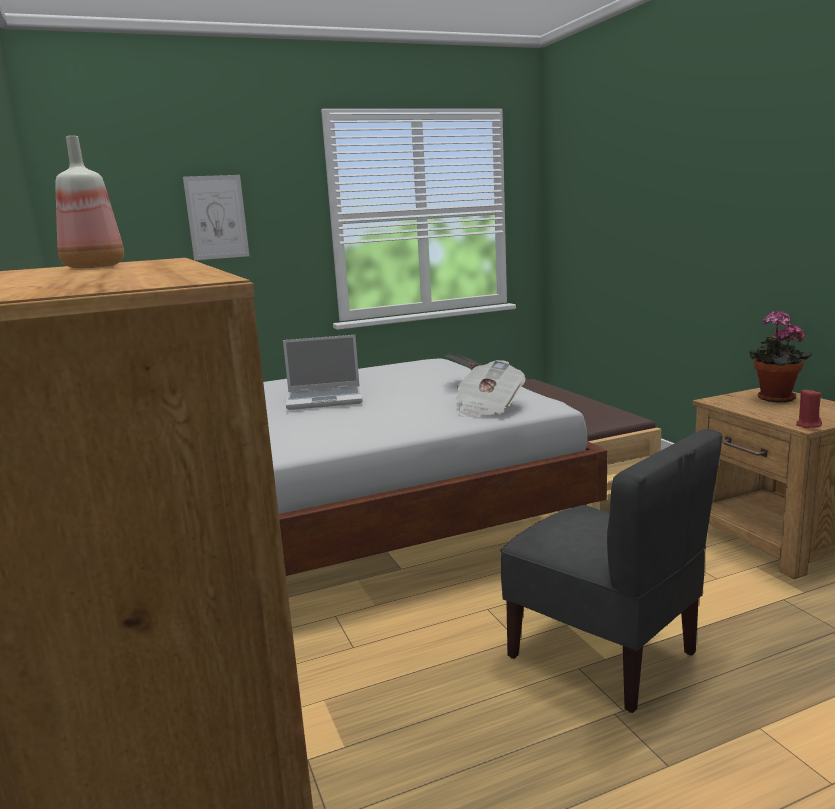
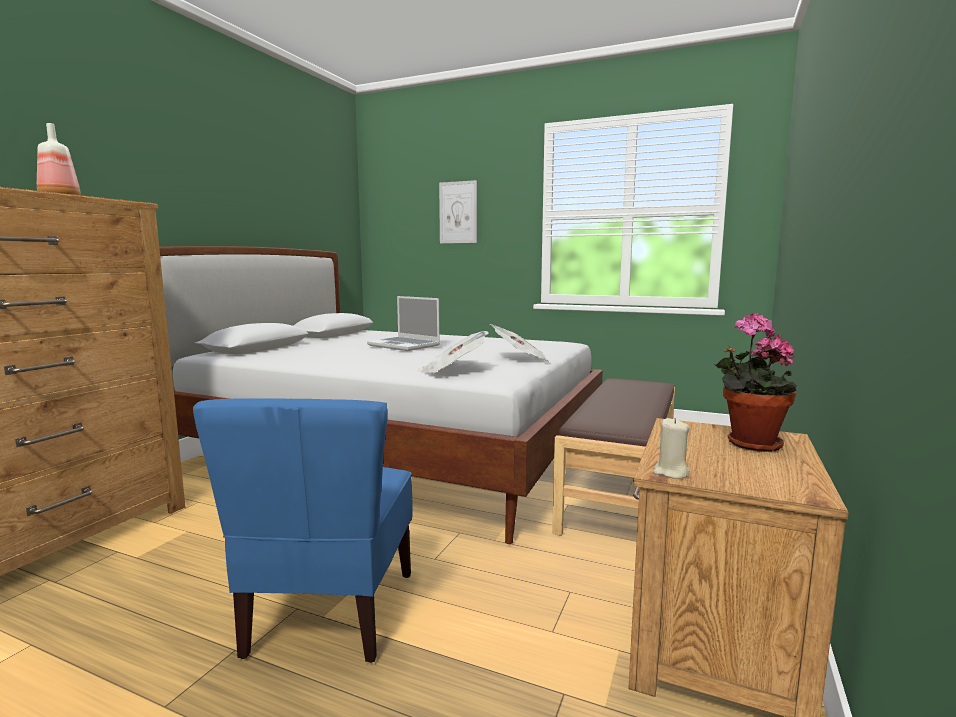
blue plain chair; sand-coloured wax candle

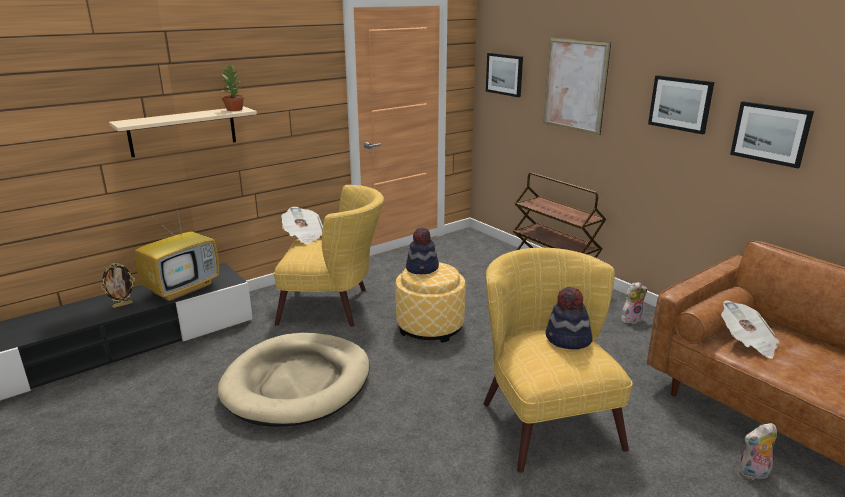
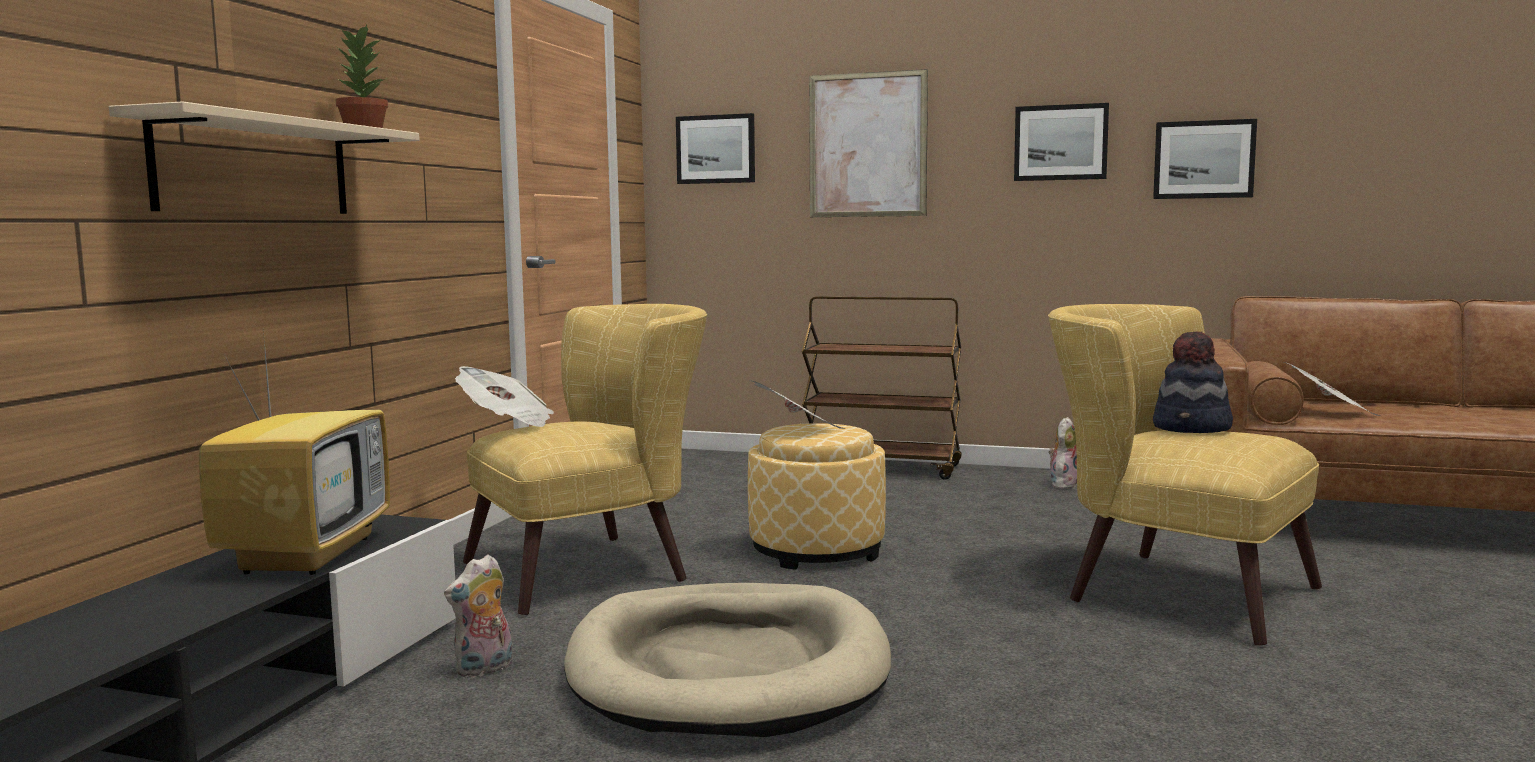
standing frame; cuddly toy (no. 1 from left); daily paper (no. 2 from left)

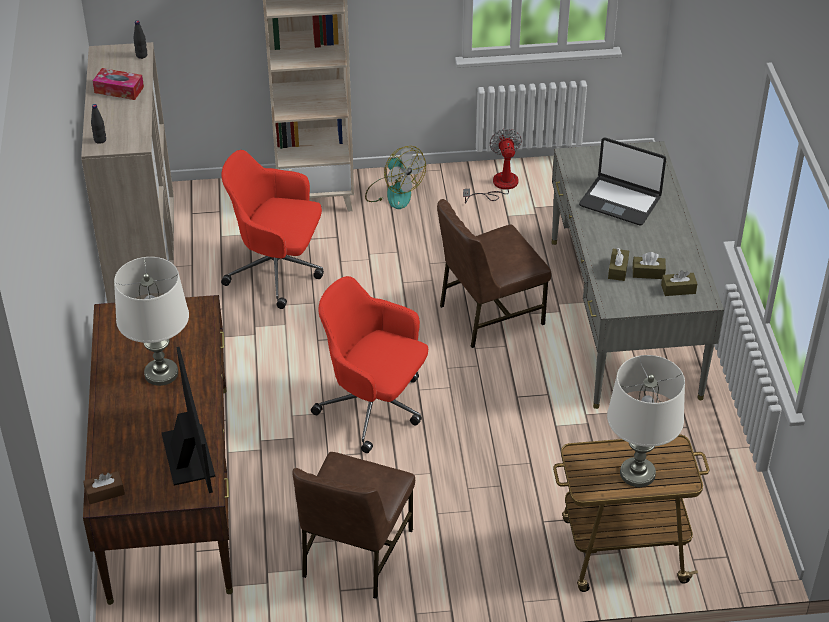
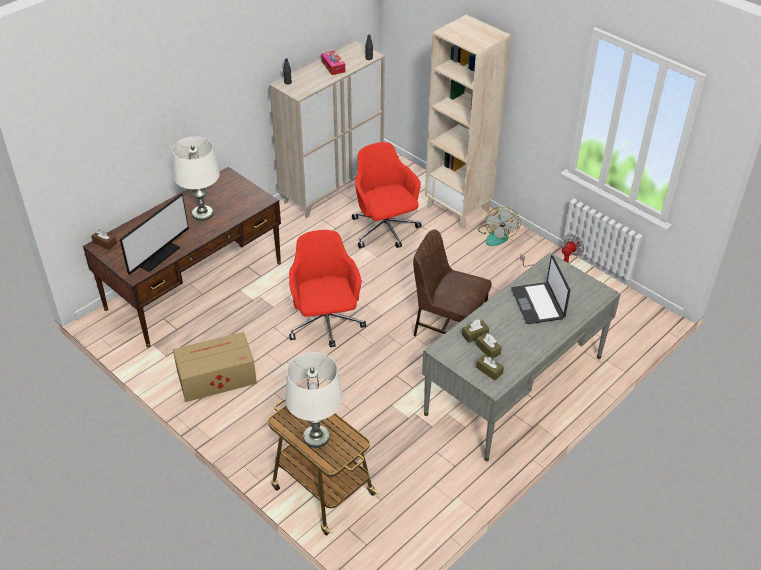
cardboard box

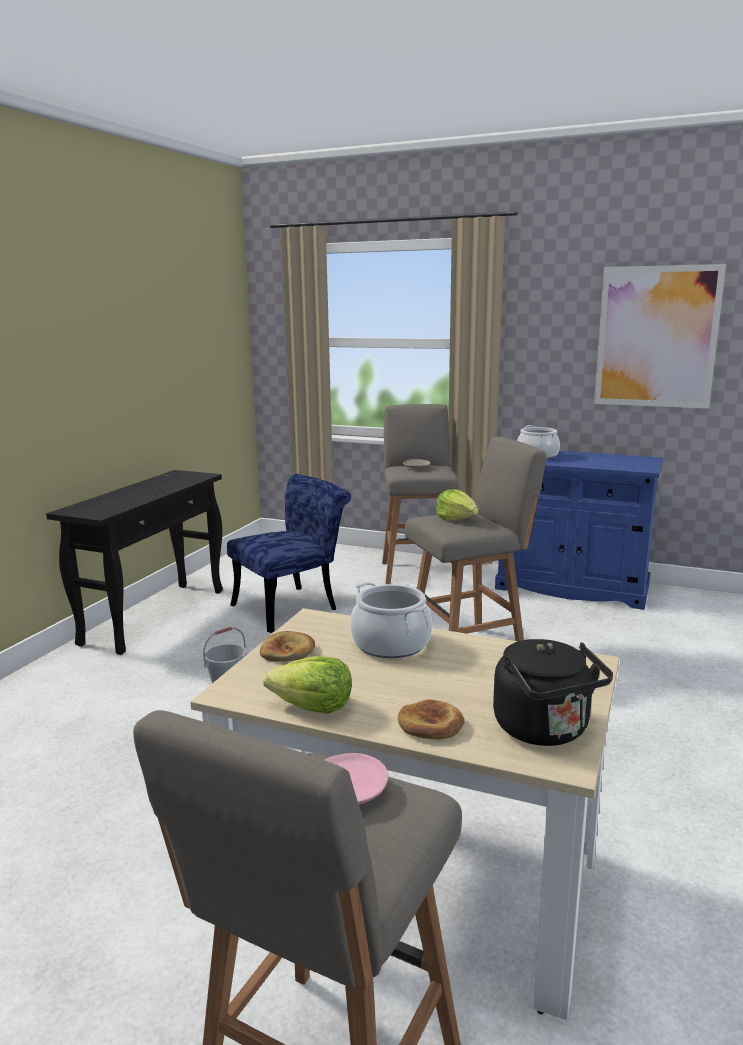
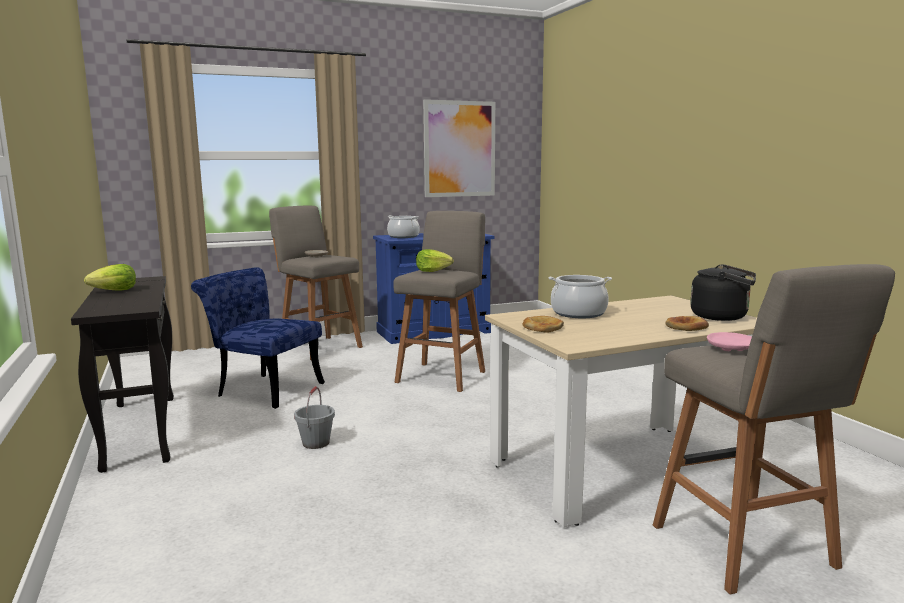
lettuce head (no. 1 from left); blue plain chair

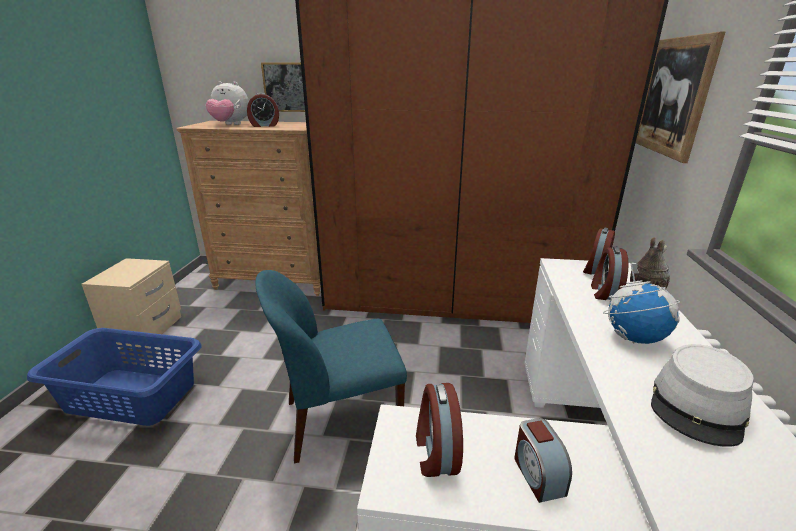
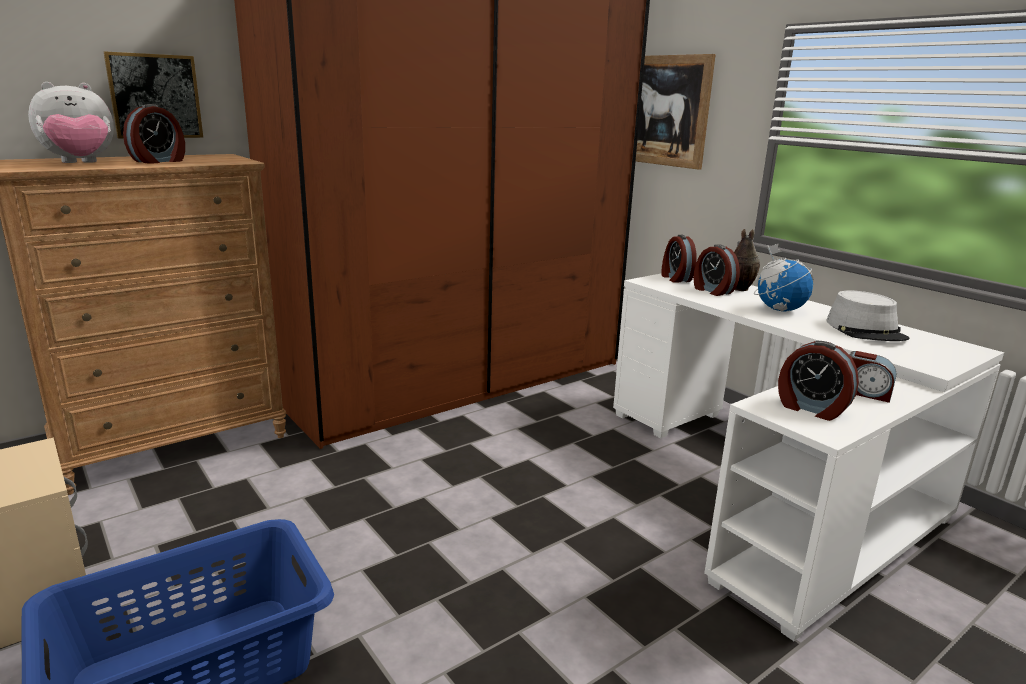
blue plain chair

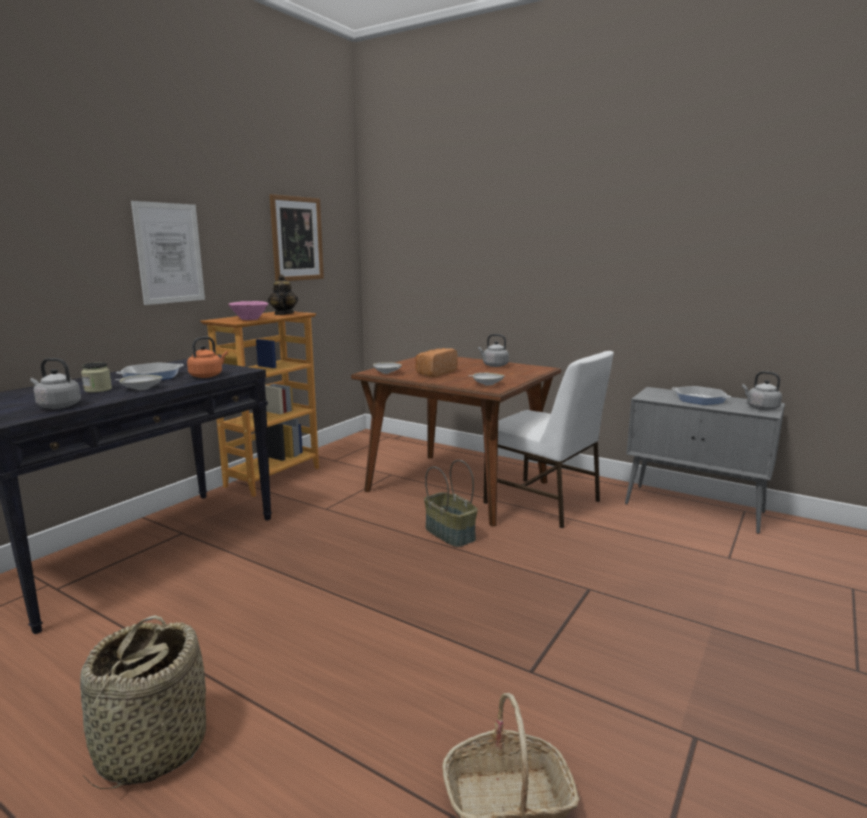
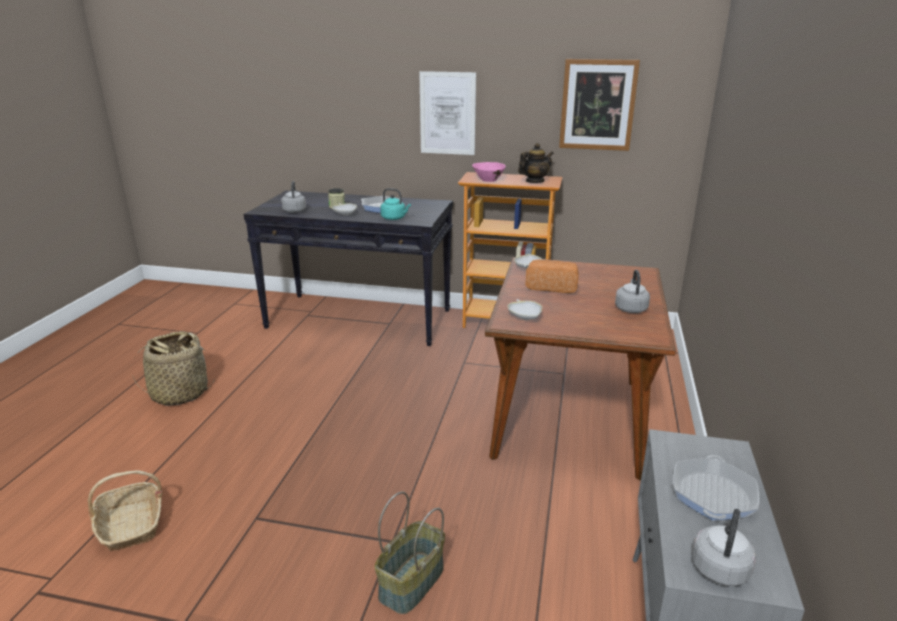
white plain chair; household basket (no. 3 from left); blue-green tea kettle

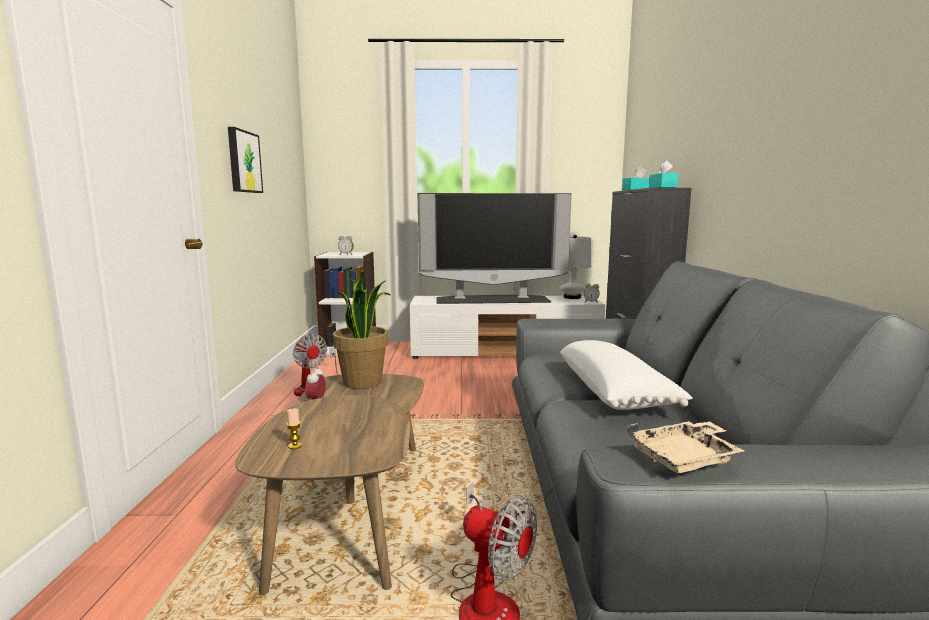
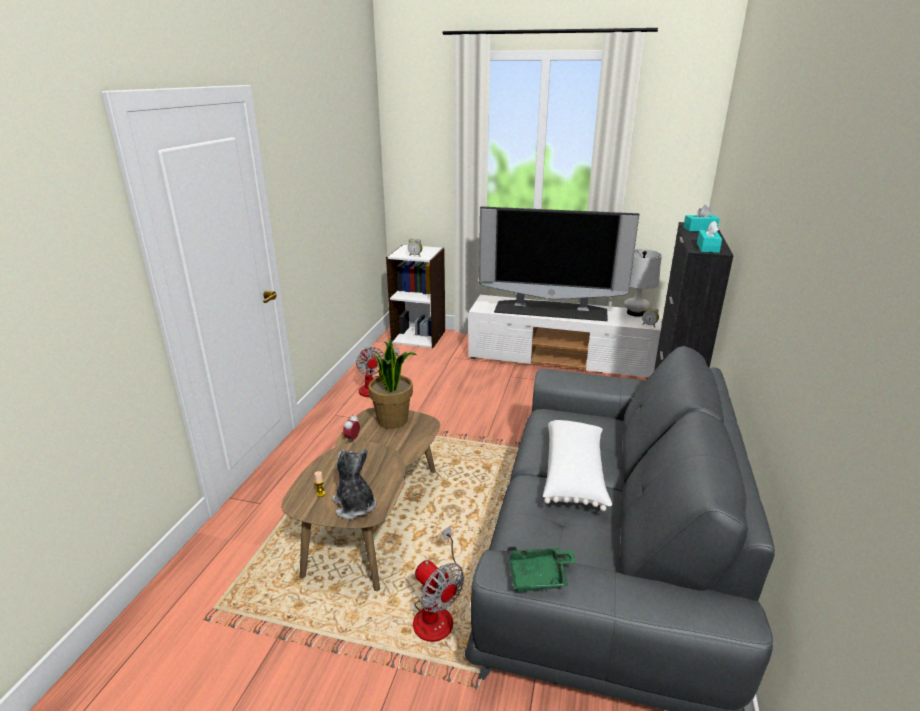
wall art; cuddly toy; green serving tray

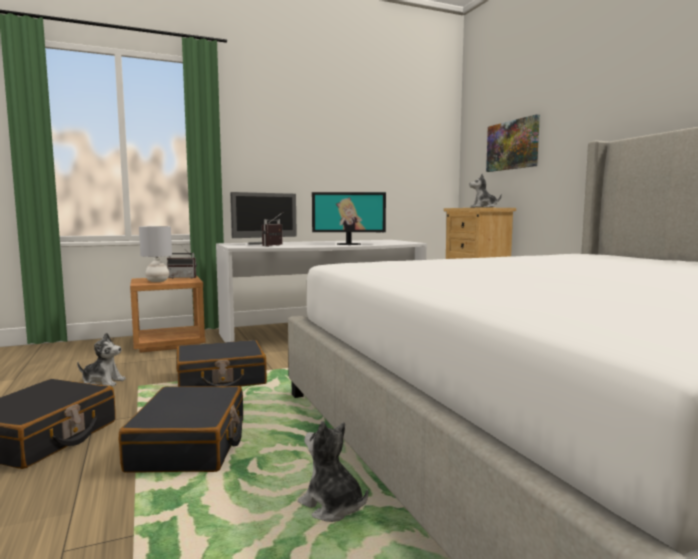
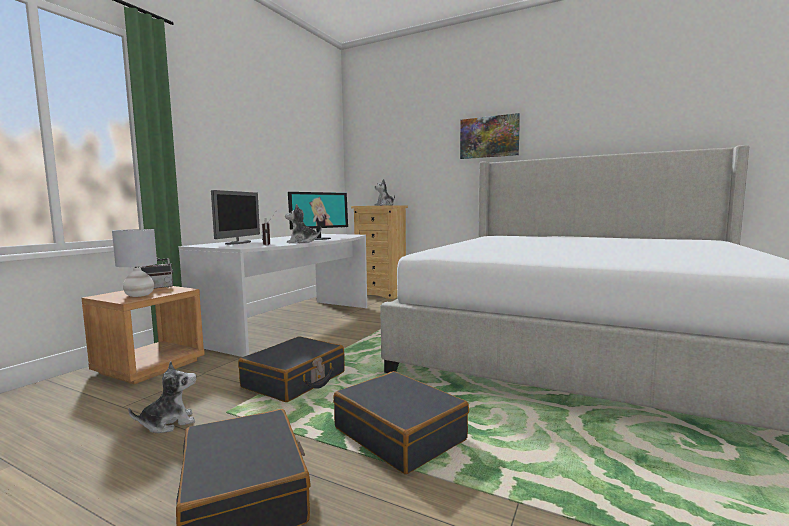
cuddly toy (no. 2 from left); wall art

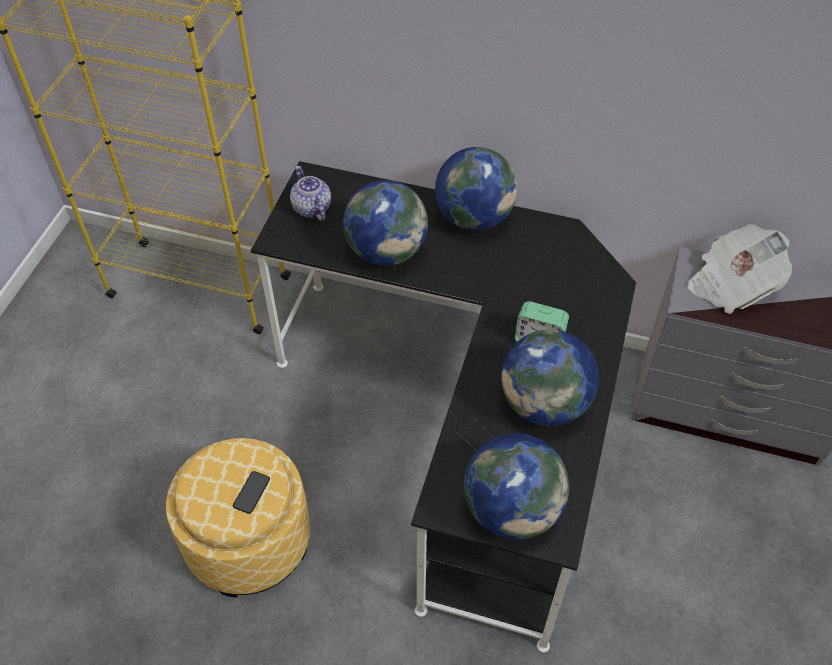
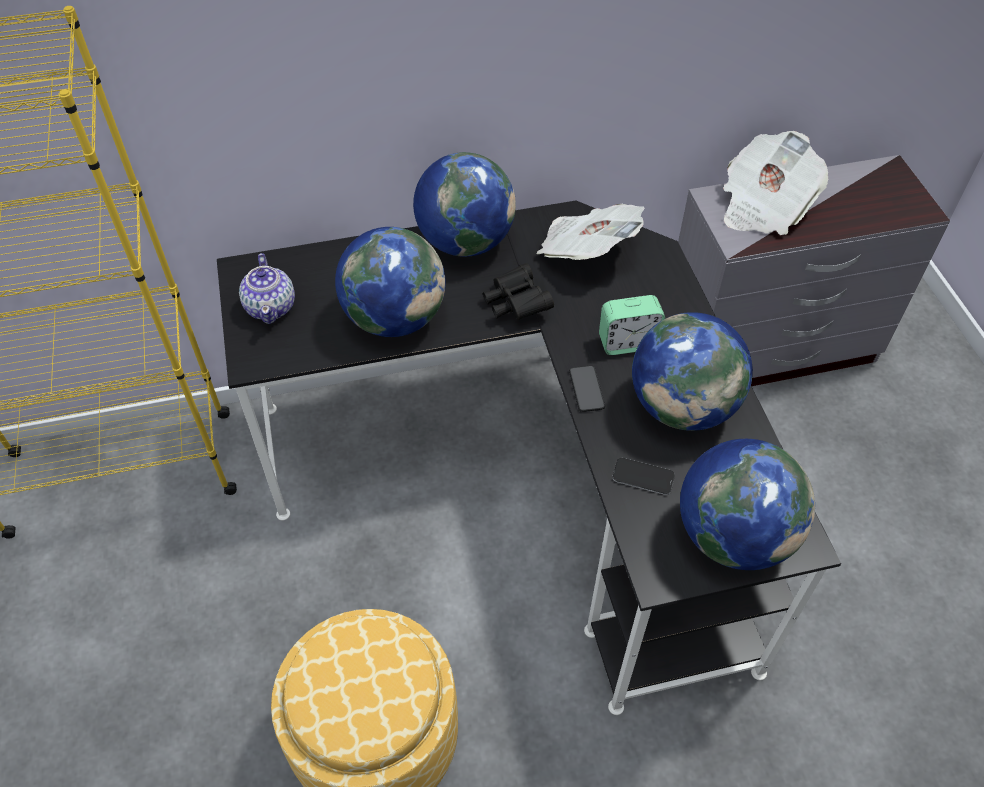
black-coloured pair of binoculars; daily paper (no. 1 from left); handset (no. 1 from left); tea pot

